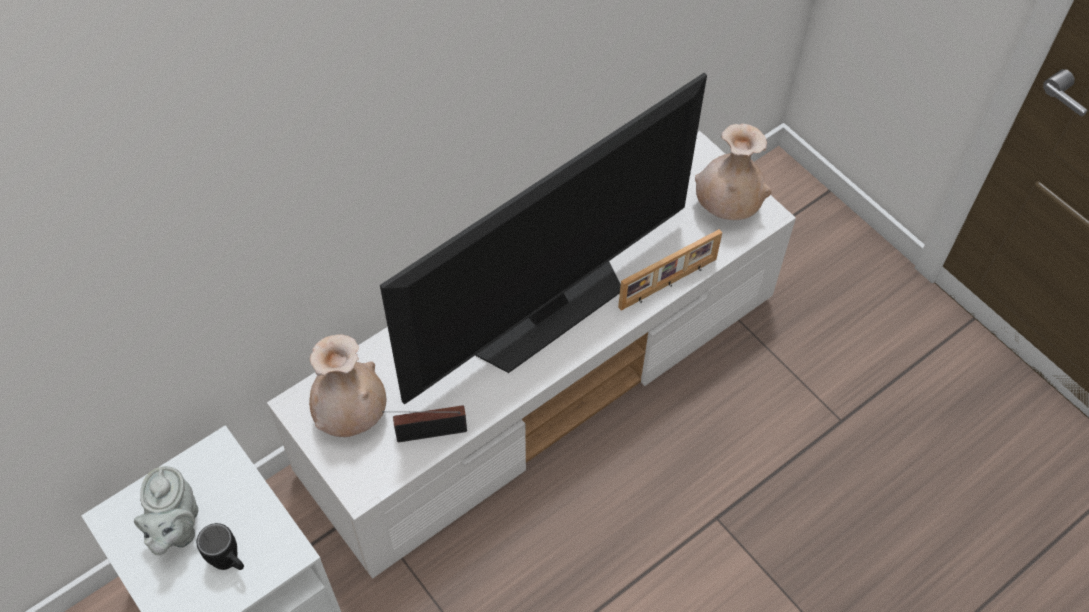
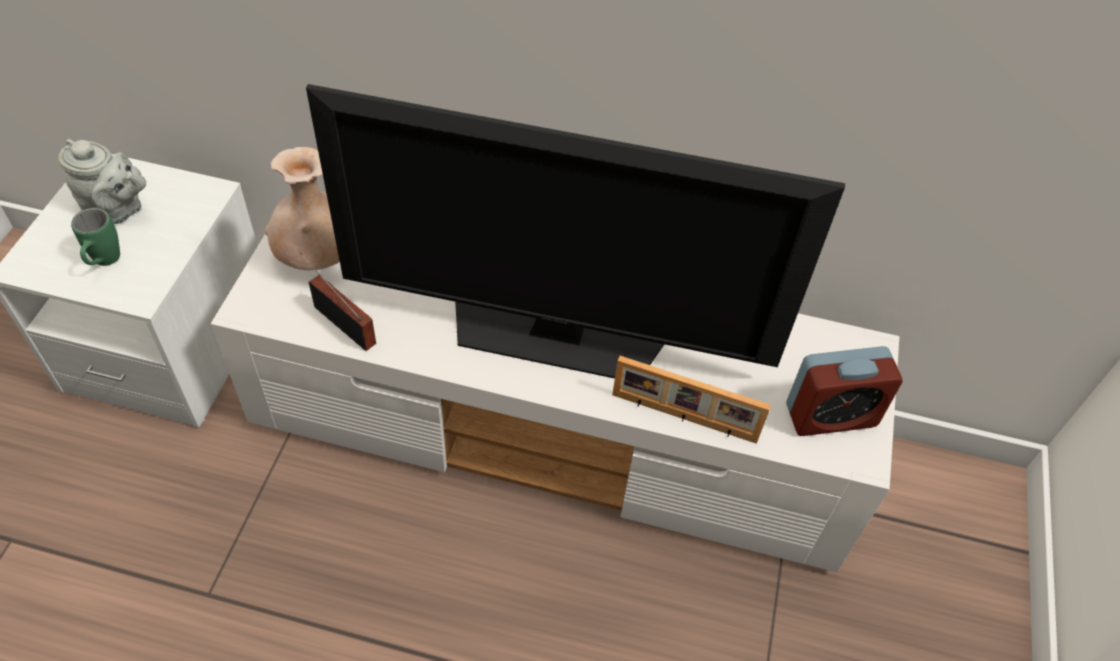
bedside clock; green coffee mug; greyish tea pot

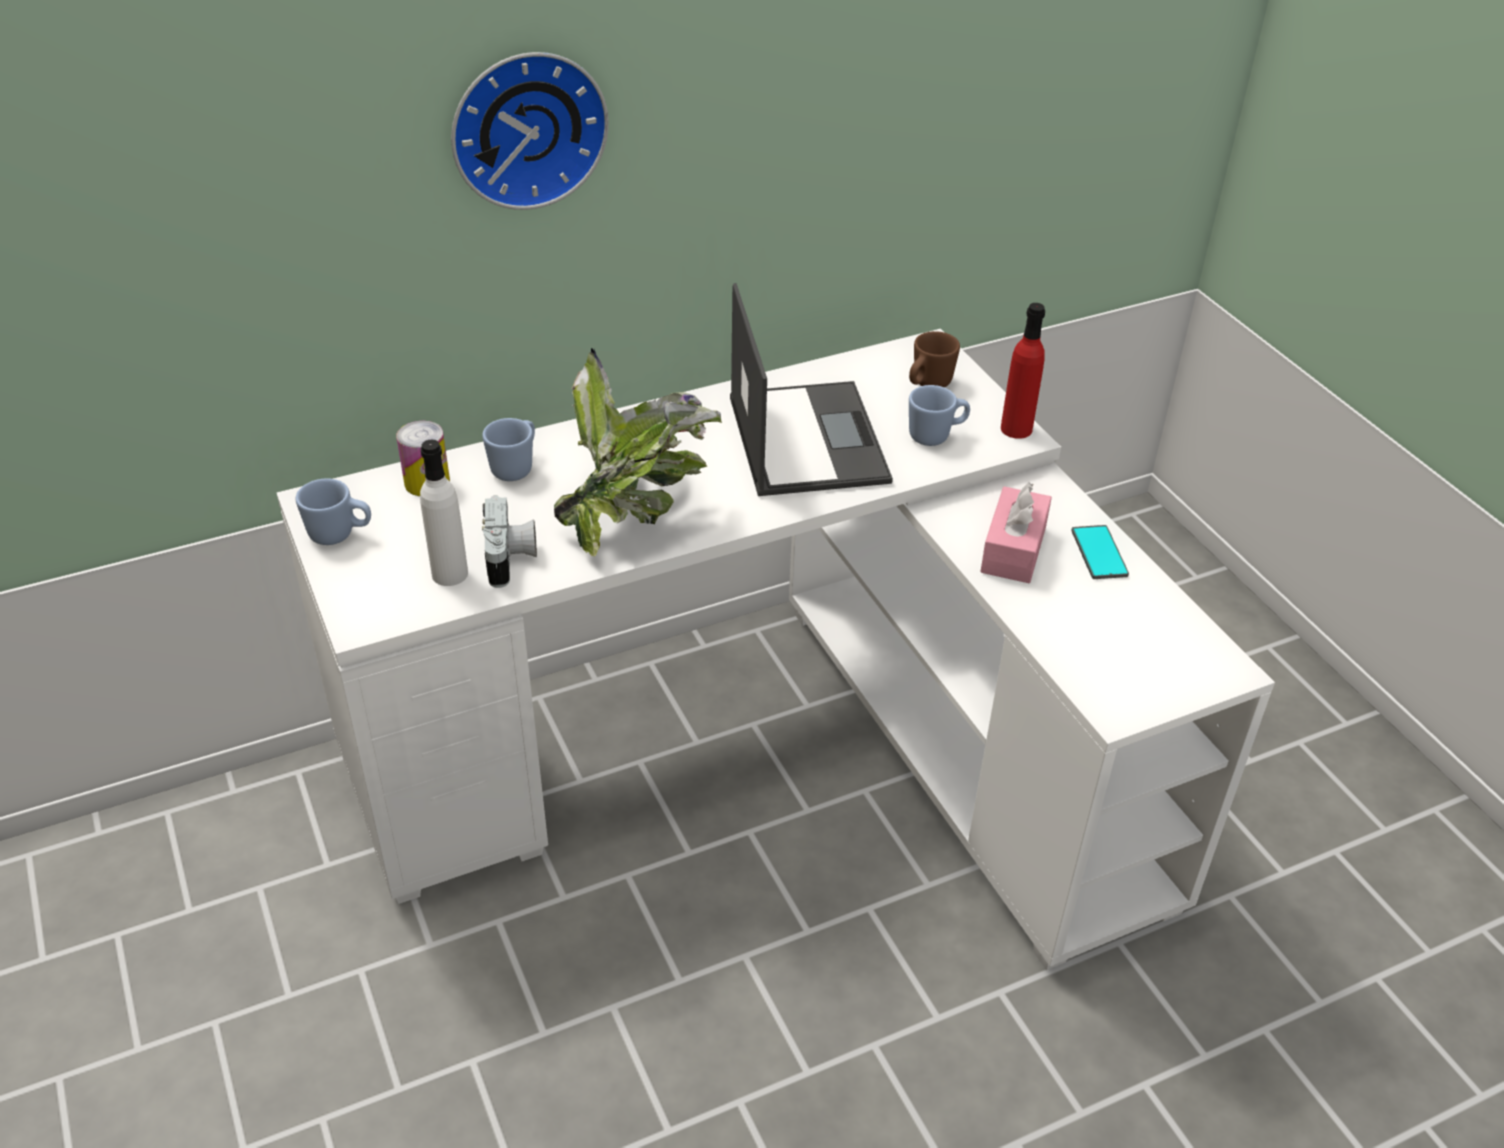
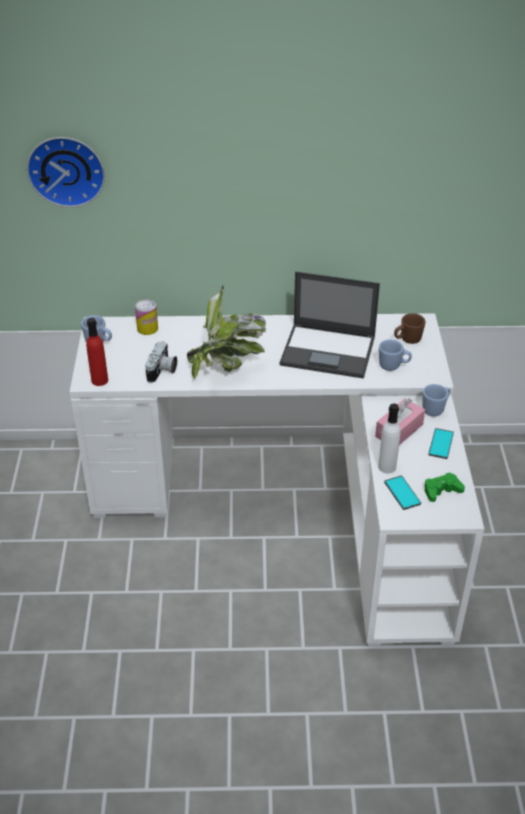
handset (no. 1 from left); green gamepad; white beverage bottle; clock on the wall; blue coffee mug (no. 3 from left); reddish beverage bottle; laptop

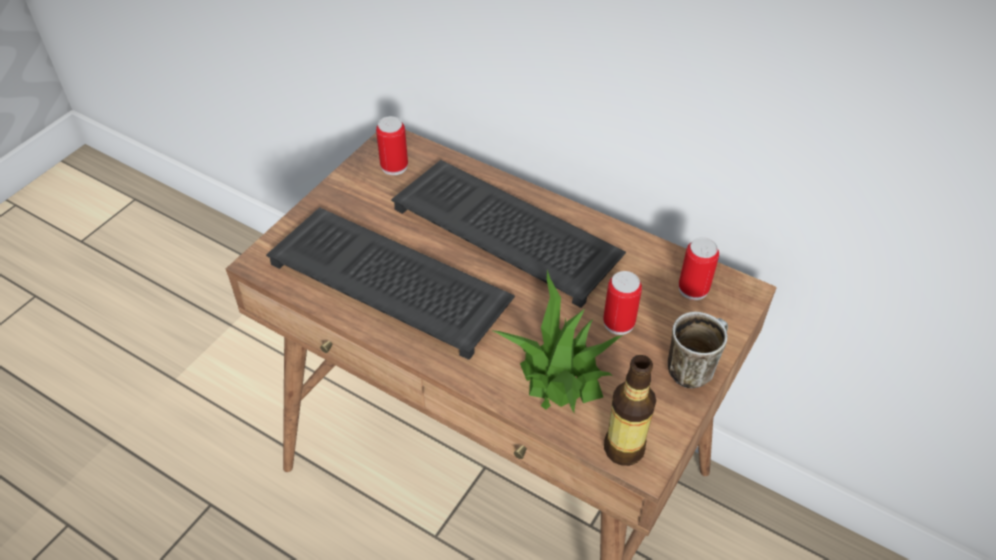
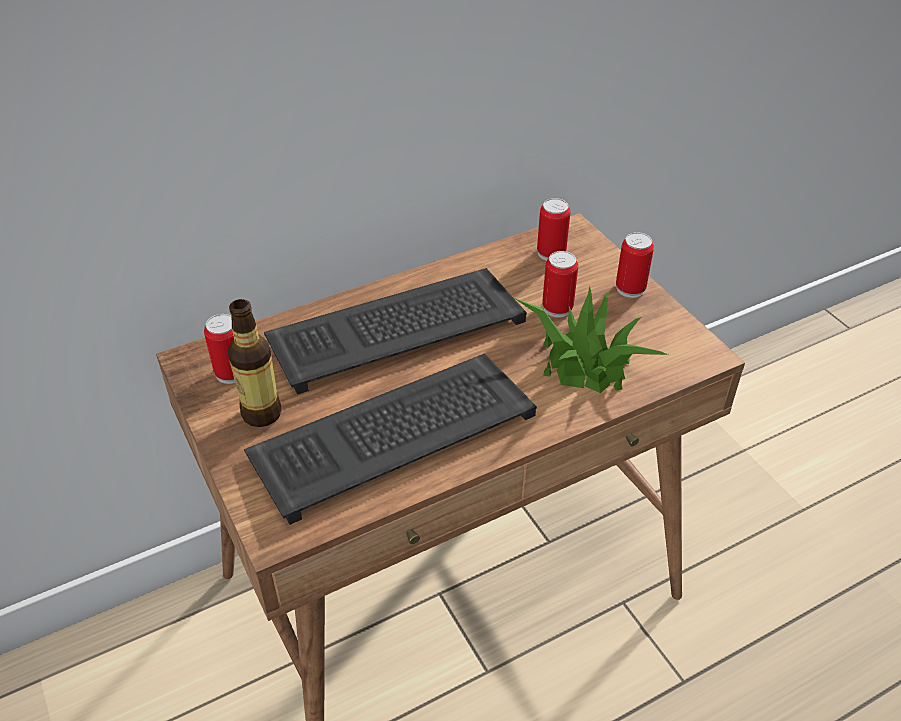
beverage bottle; can (no. 4 from left)

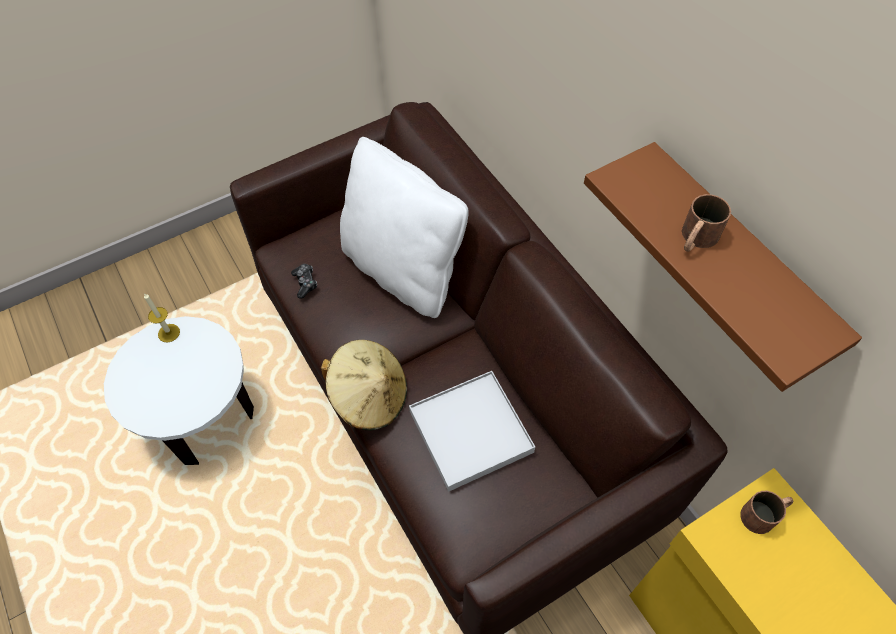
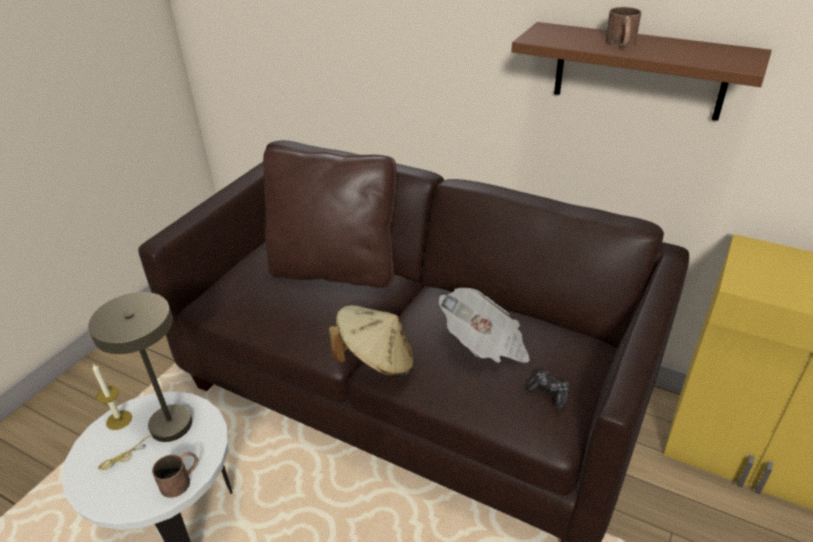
sand-coloured tabletop lamp; gamepad; brownish coffee mug (no. 1 from left); daily paper; brownish pillow

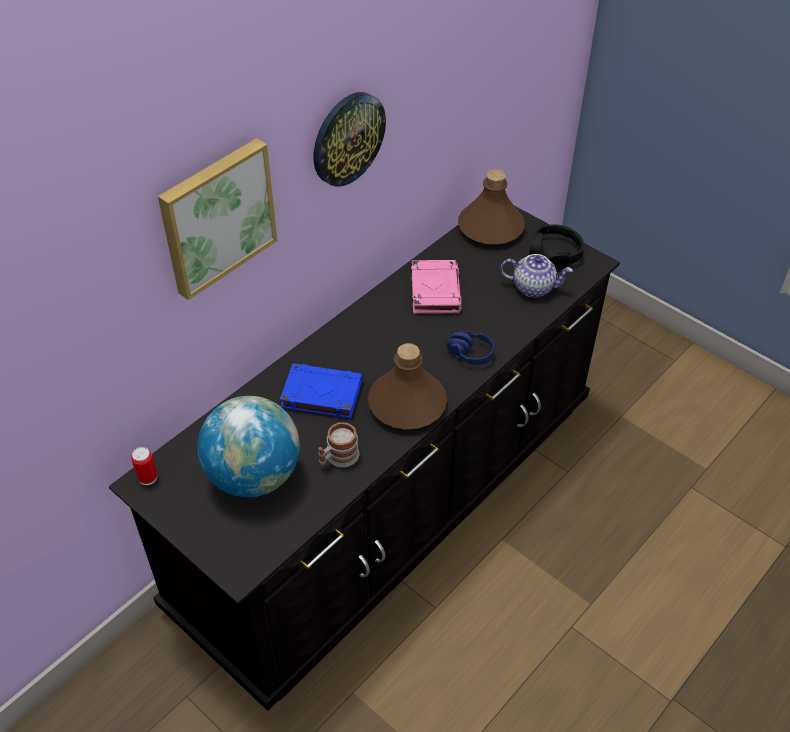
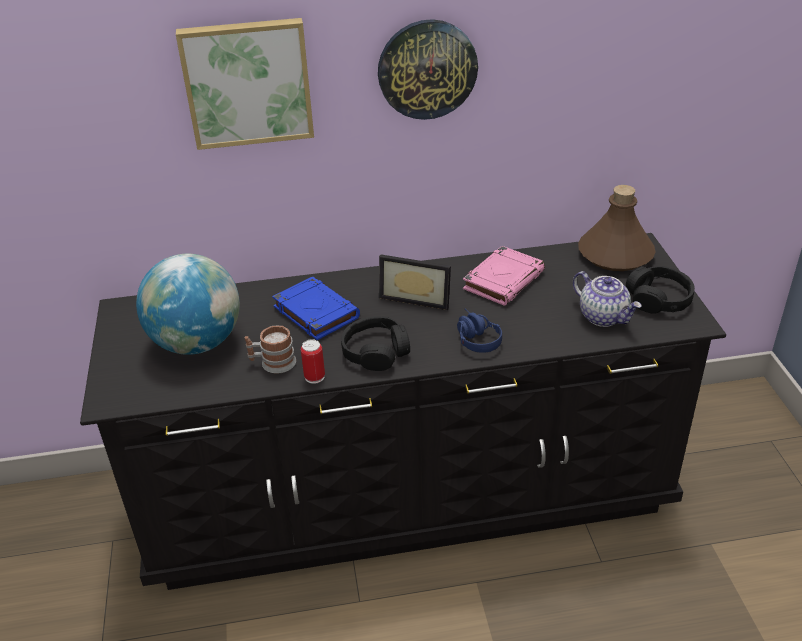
standing frame; can; black-coloured pair of headphones (no. 1 from left)

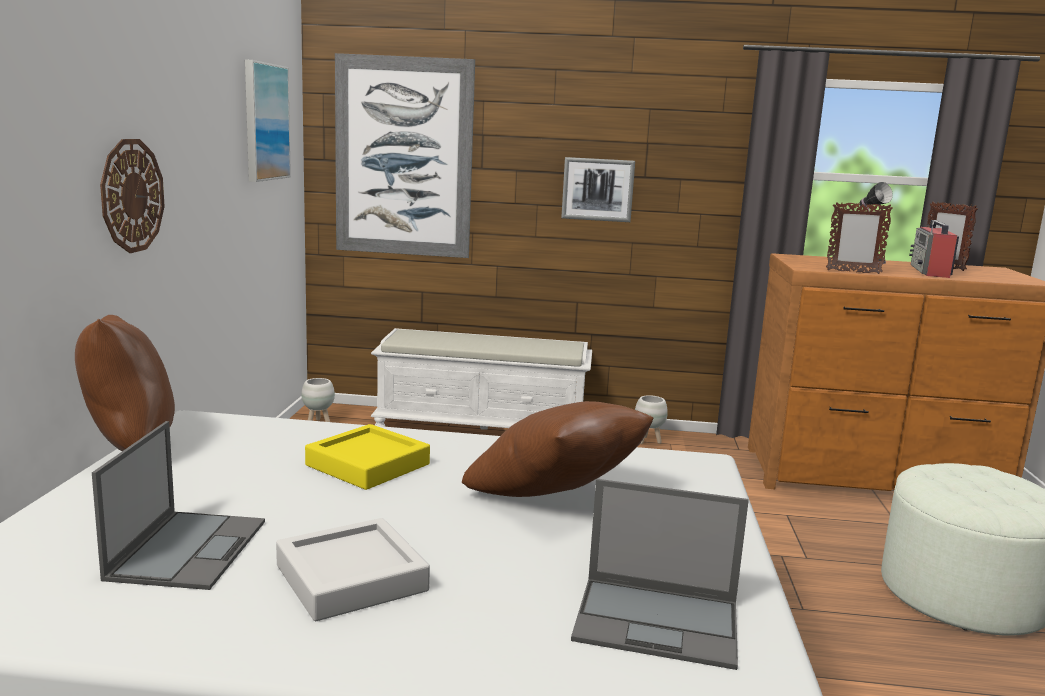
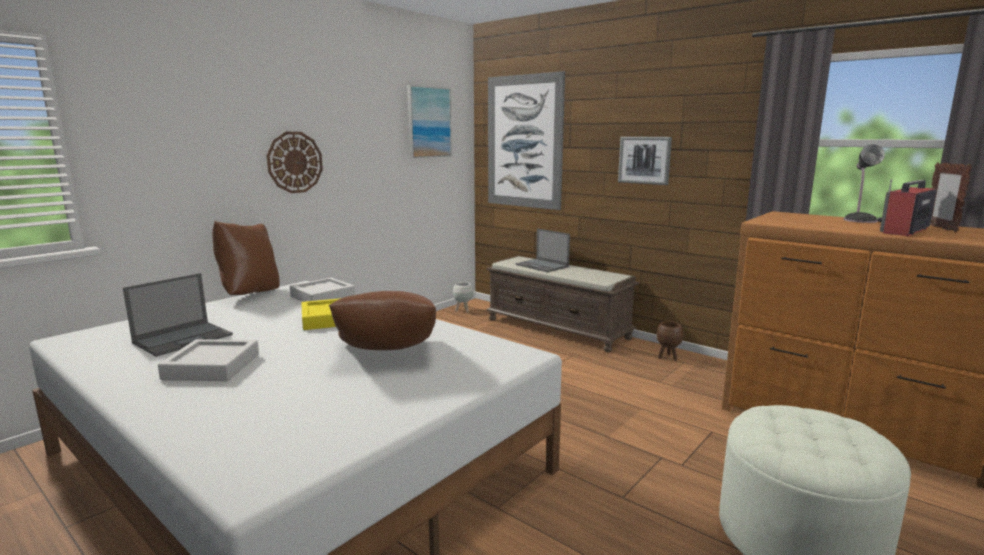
standing frame (no. 1 from left in the first image); greyish serving tray (no. 2 from left); laptop (no. 2 from left); brownish indoor bench; brownish flower pot

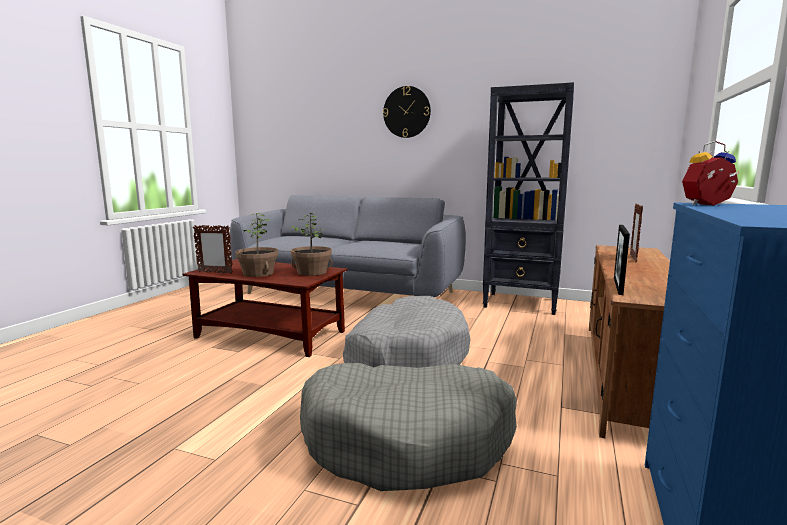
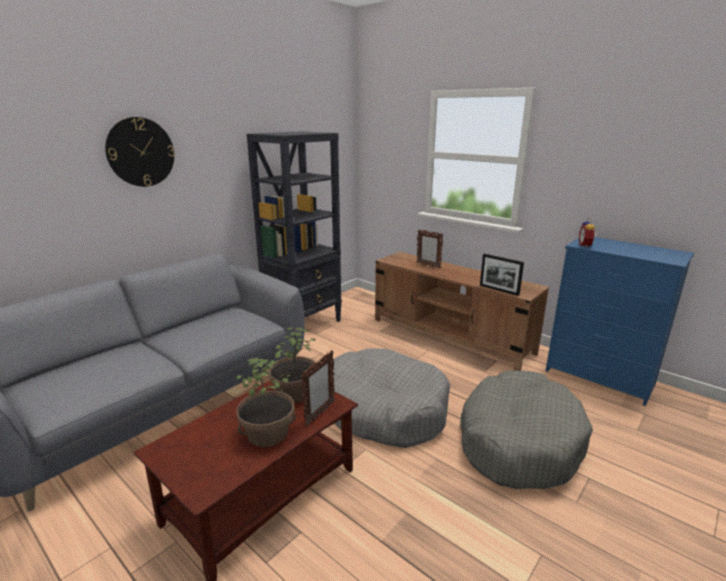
standing frame (no. 1 from left)

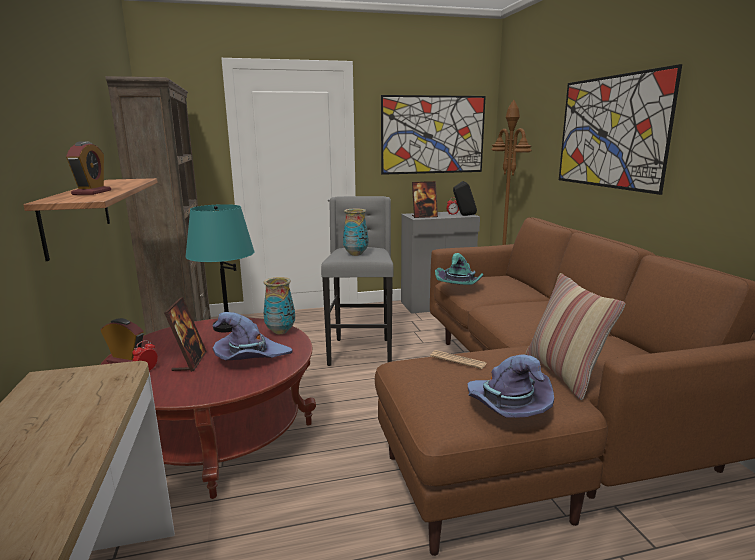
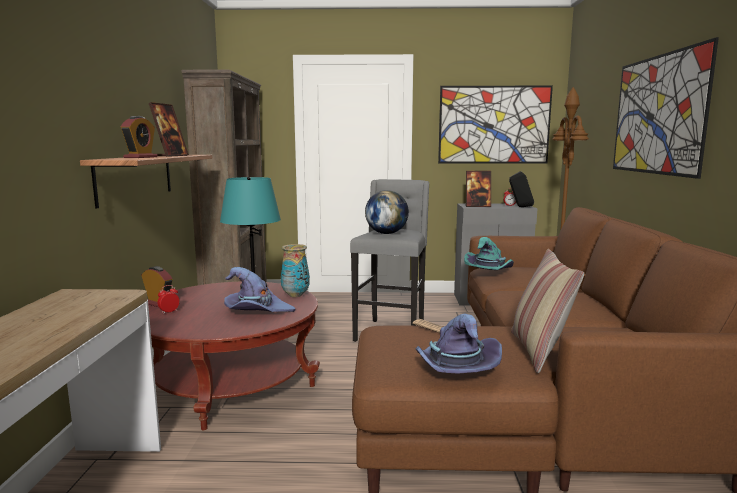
standing frame (no. 1 from left); desk globe

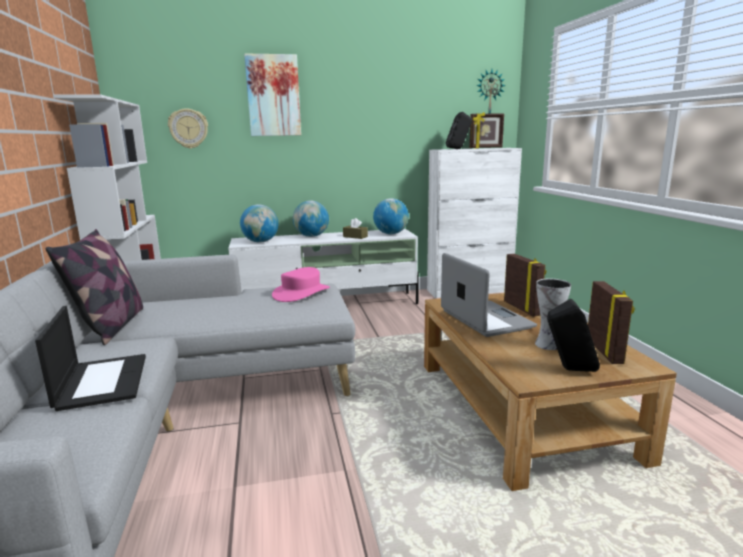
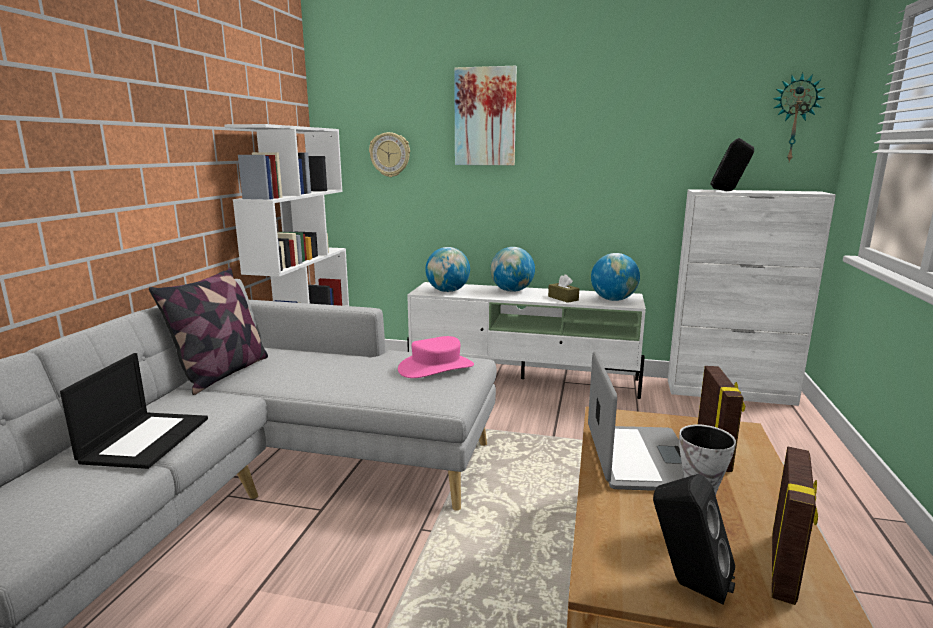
standing frame (no. 1 from left in the first image)

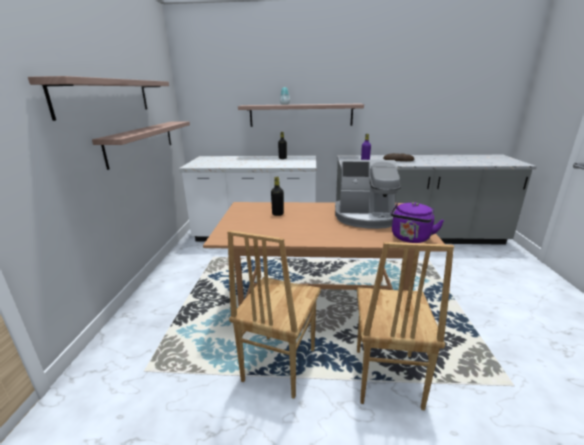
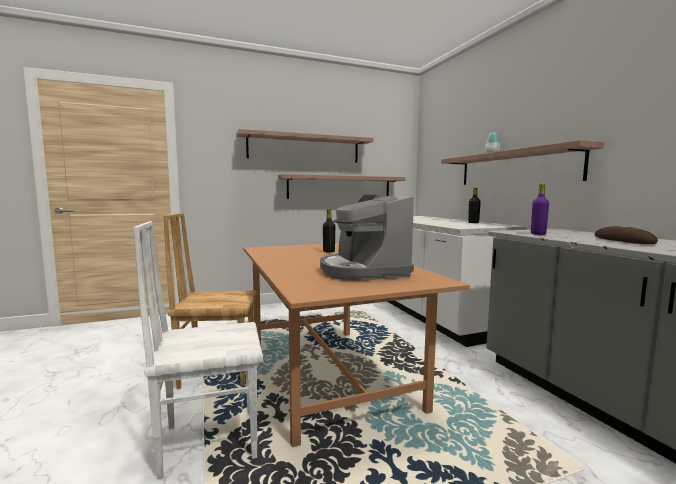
purplish tea kettle; white plain chair

